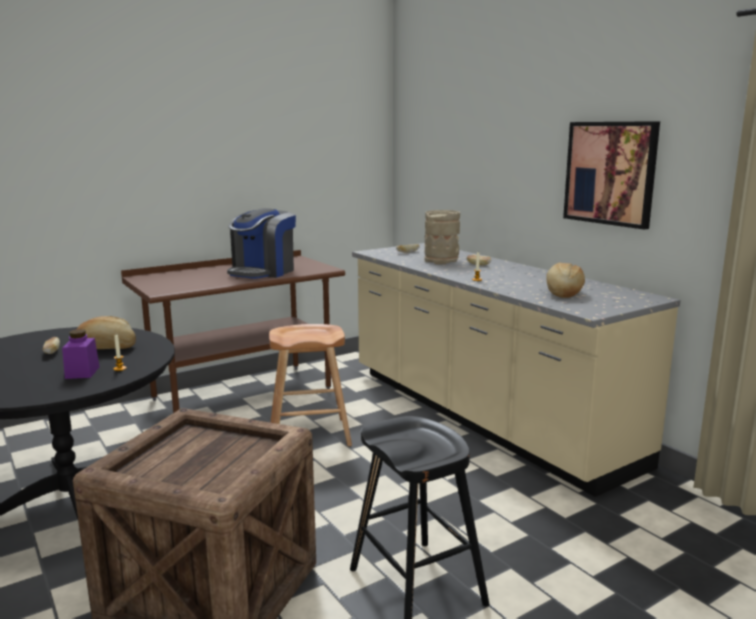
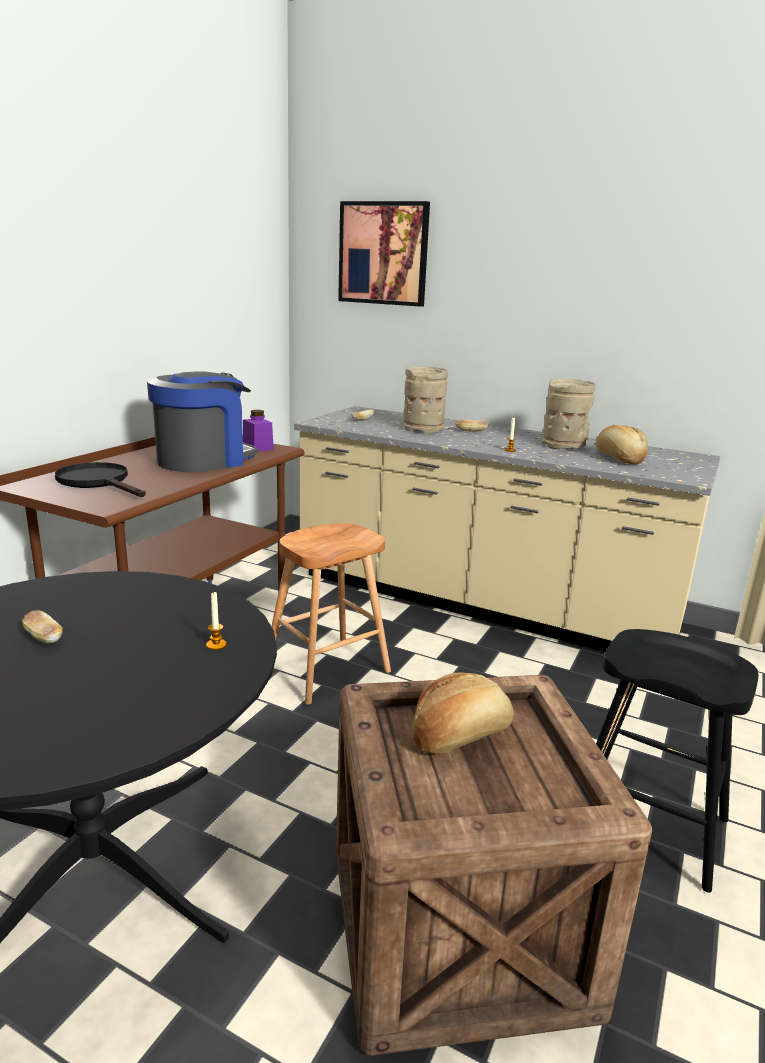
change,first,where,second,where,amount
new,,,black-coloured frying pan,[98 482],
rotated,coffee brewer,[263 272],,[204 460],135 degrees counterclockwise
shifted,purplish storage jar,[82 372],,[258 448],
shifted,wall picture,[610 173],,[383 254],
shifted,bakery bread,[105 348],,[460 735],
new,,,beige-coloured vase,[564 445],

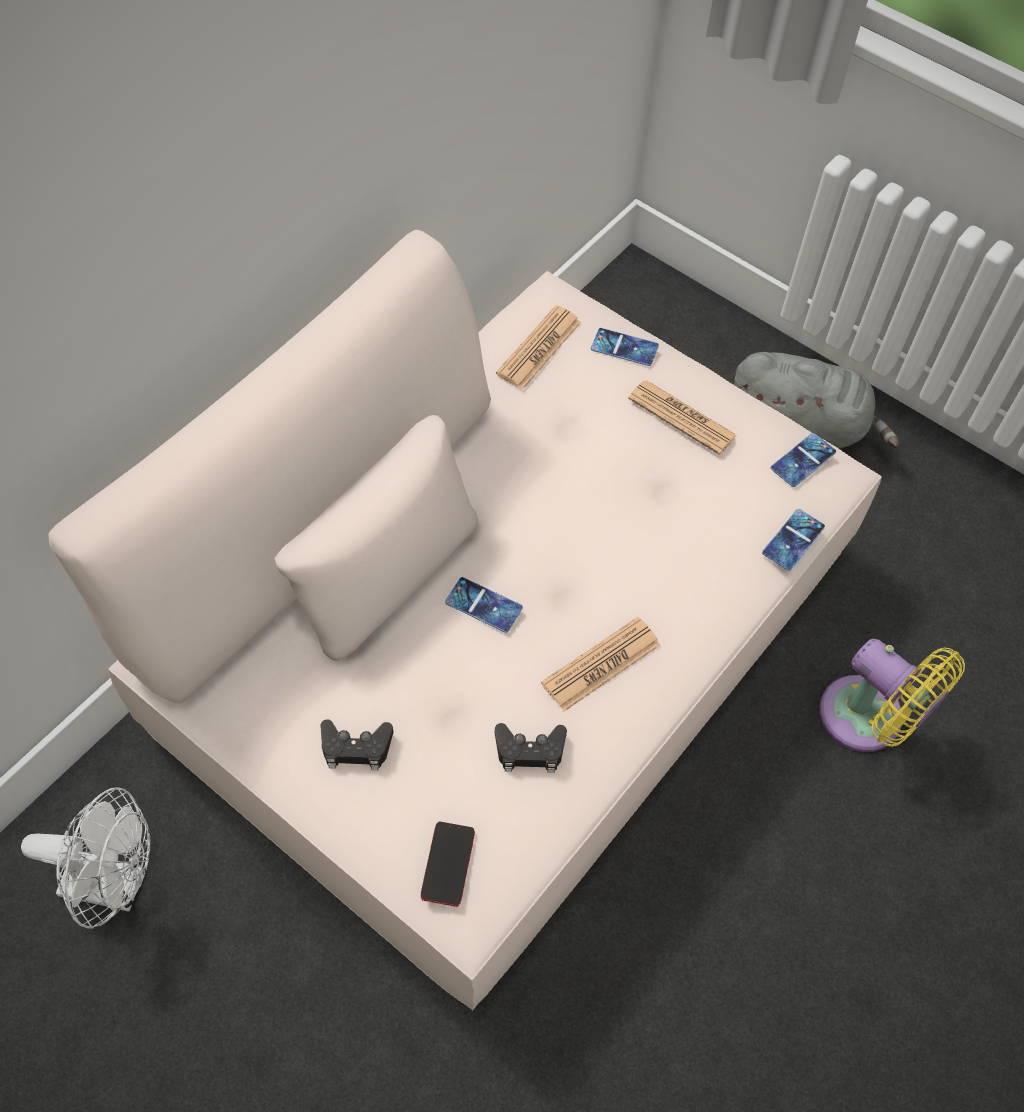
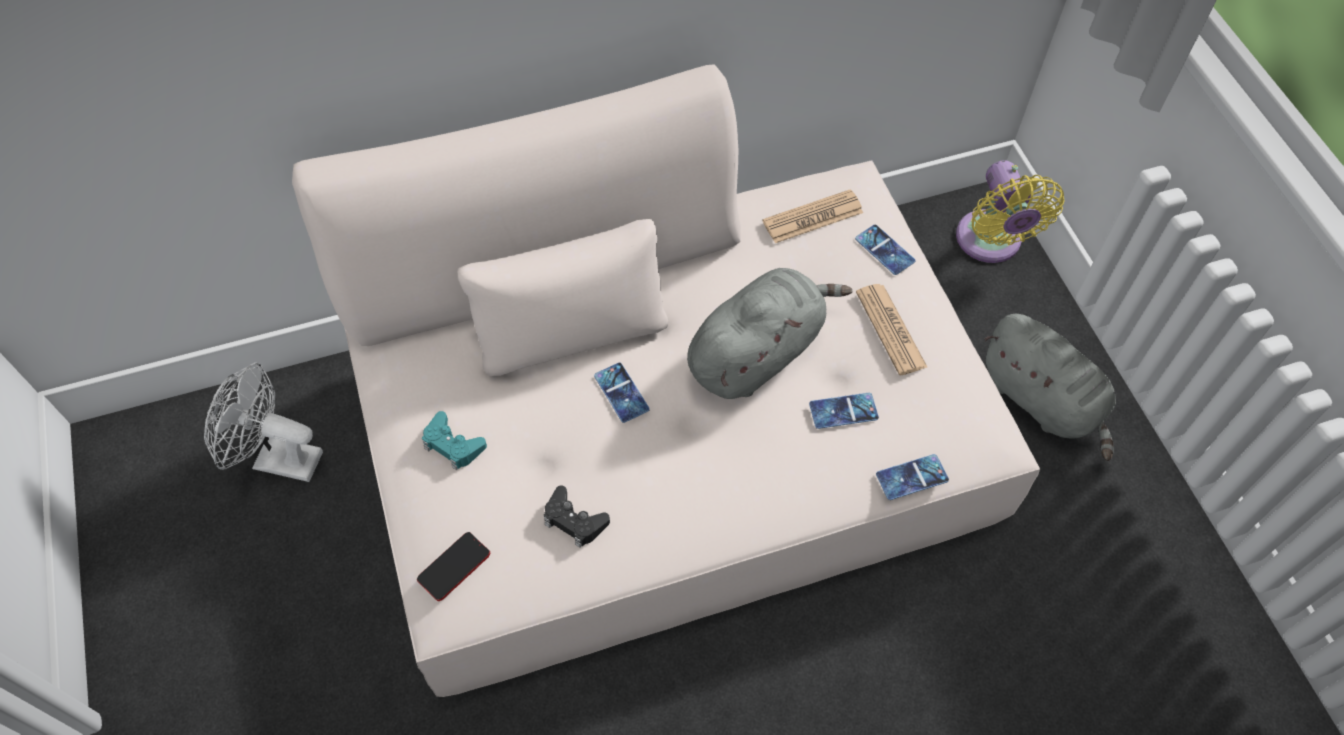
change,first,where,second,where,amount
rotated,white-coloured fan,[115 884],,[278 459],150 degrees clockwise
repainted,black-coloured gamepad,[356 748],turquoise-coloured gamepad,[453 445],
new,,,greyish plush toy,[758 352],
shifted,handset,[803 460],,[843 411],
shifted,yellow fan,[868 721],,[990 243],
gone,printed paper,[601 664],,,

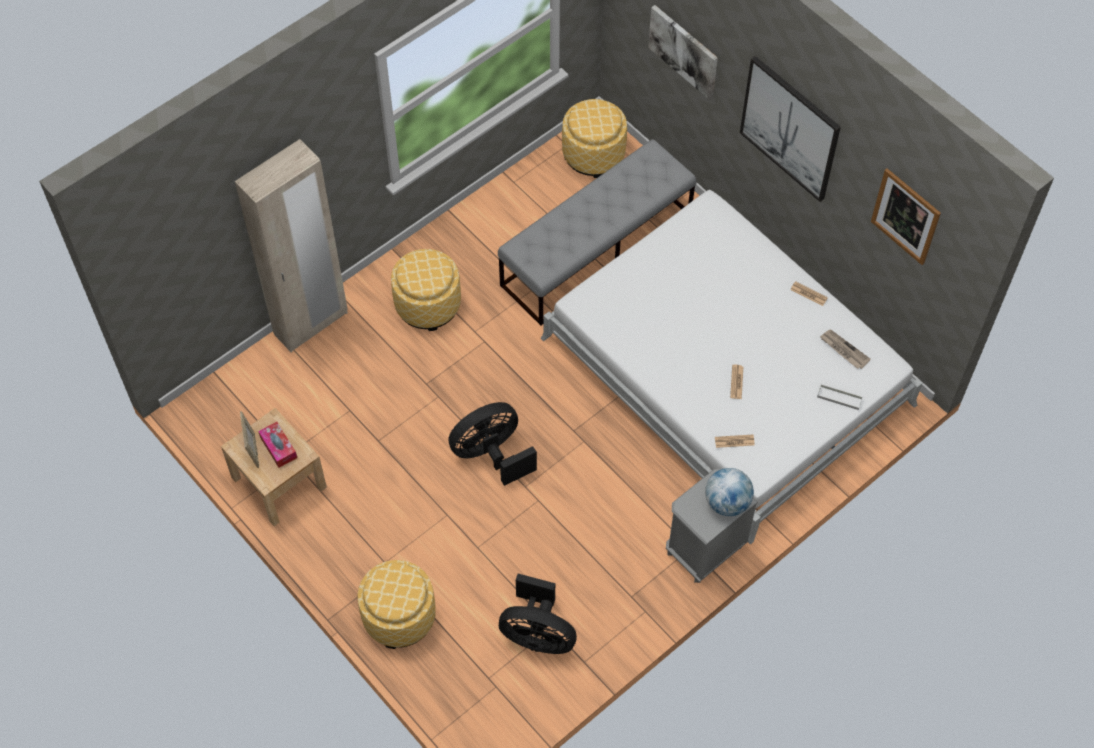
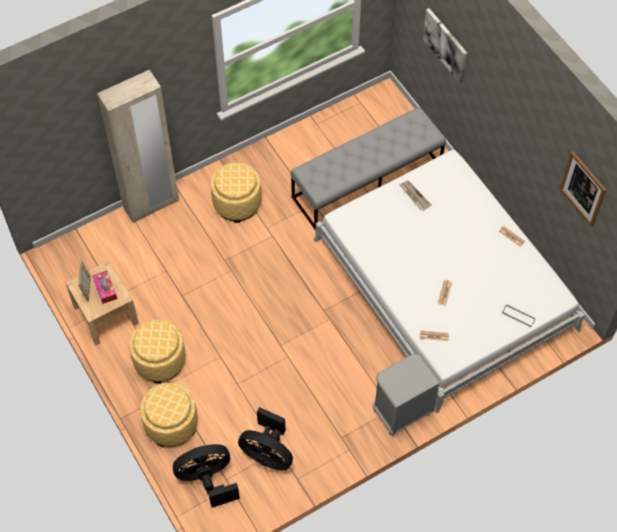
change,first,where,second,where,amount
shifted,ottoman,[593 154],,[160 361],
shifted,black-coloured fan,[491 454],,[208 479],
shifted,printed paper,[843 350],,[414 196],
gone,globe,[727 502],,,
gone,wall picture,[790 128],,,

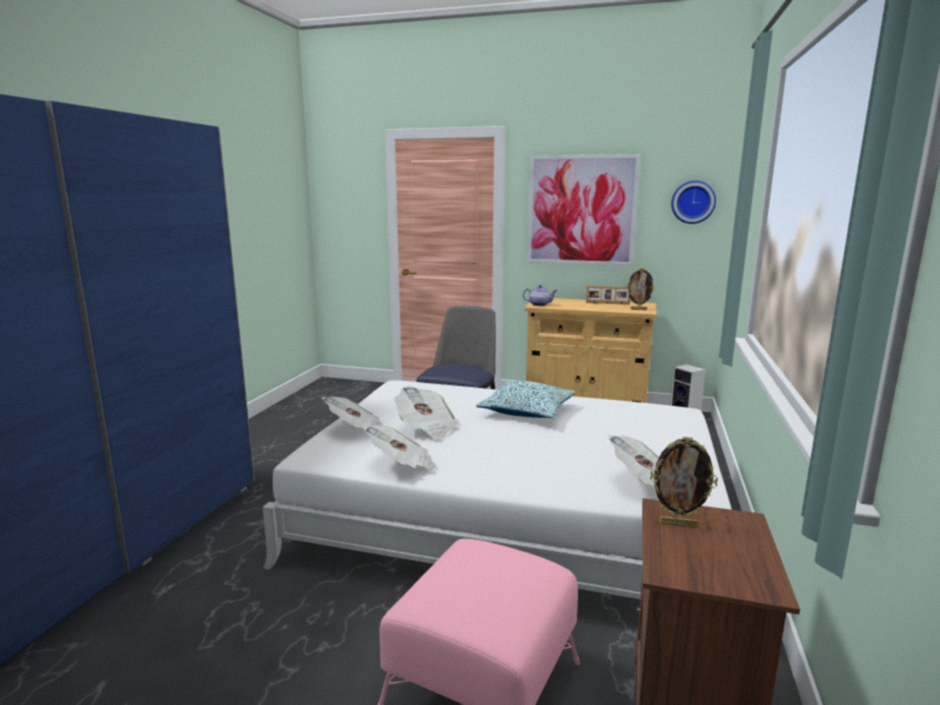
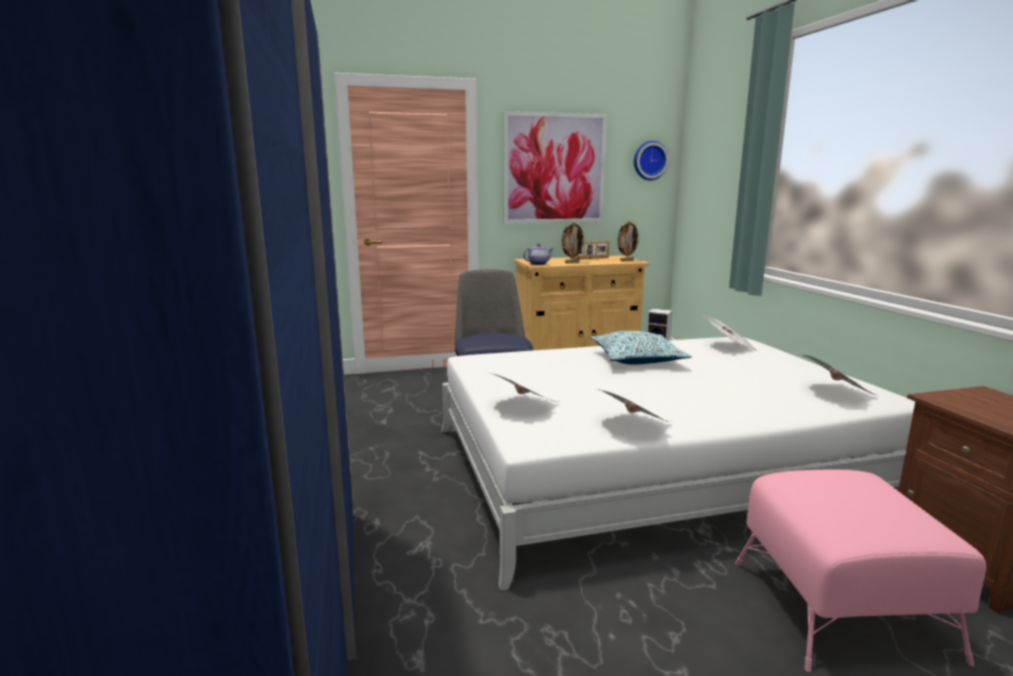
change,first,where,second,where,amount
shifted,standing frame,[678 524],,[572 262],
shifted,printed paper,[426 428],,[729 347],

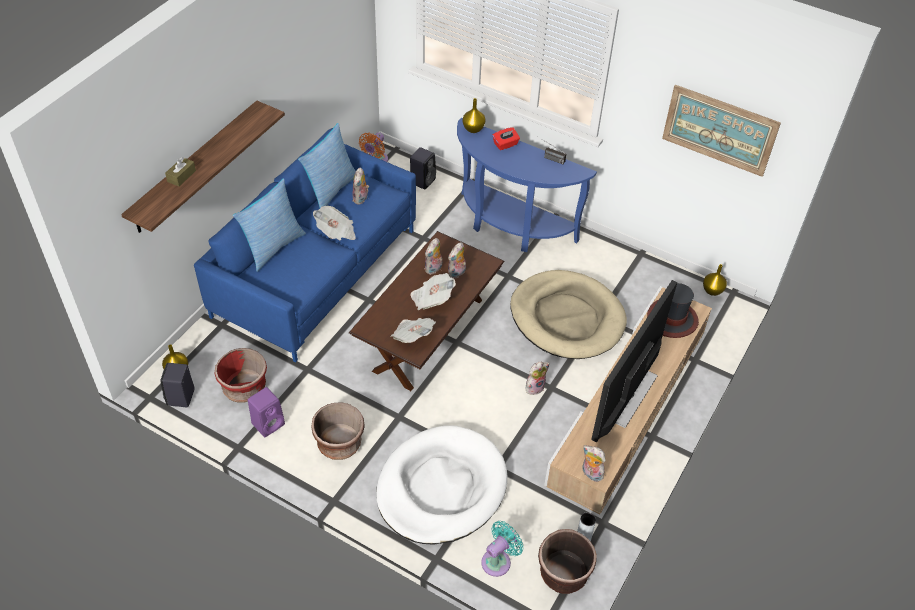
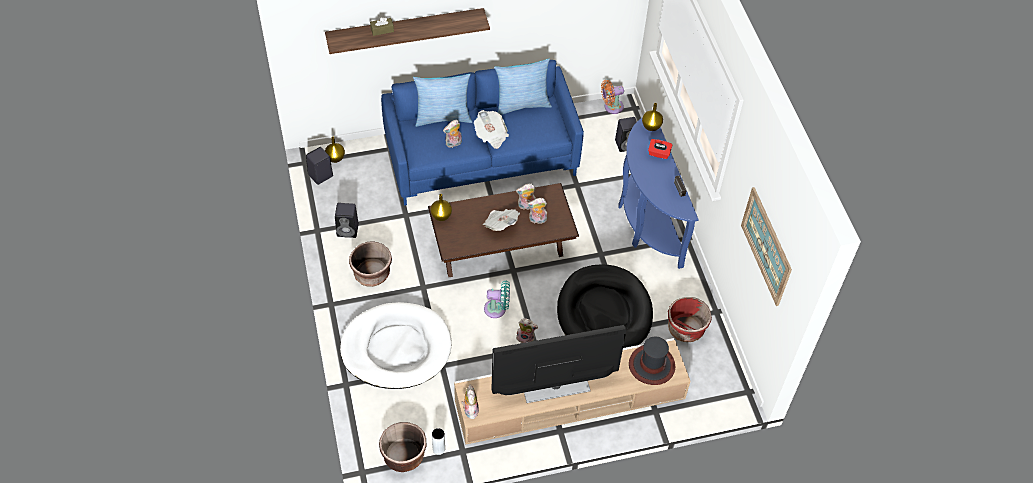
change,first,where,second,where,amount
repainted,purplish speaker,[269 423],black-coloured speaker,[348 230],
shifted,yellow vase,[712 290],,[441 216],
shifted,plush toy,[361 199],,[453 144],
shifted,turquoise-coloured fan,[498 560],,[497 309],
repainted,beige-coloured dog bed,[567 318],black-coloured dog bed,[604 312],
shifted,red planter,[244 388],,[685 329],
gone,printed paper,[412 336],,,

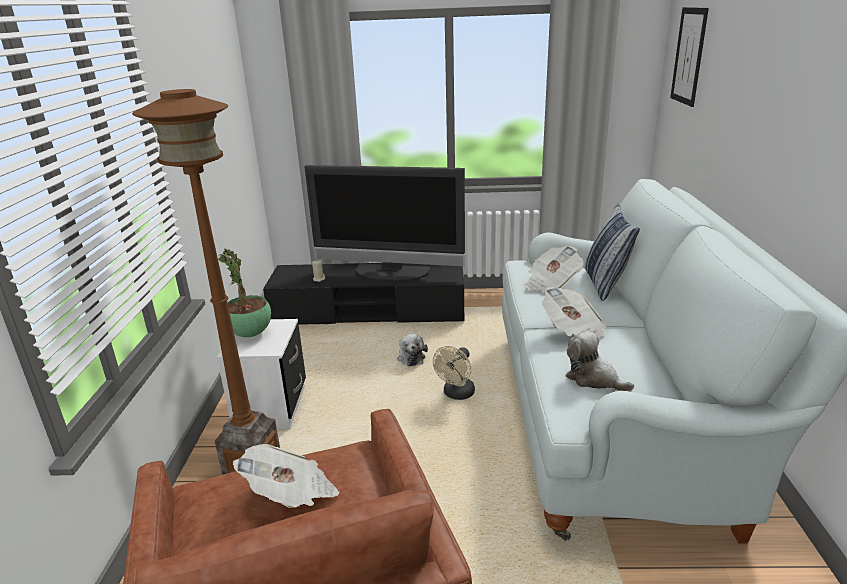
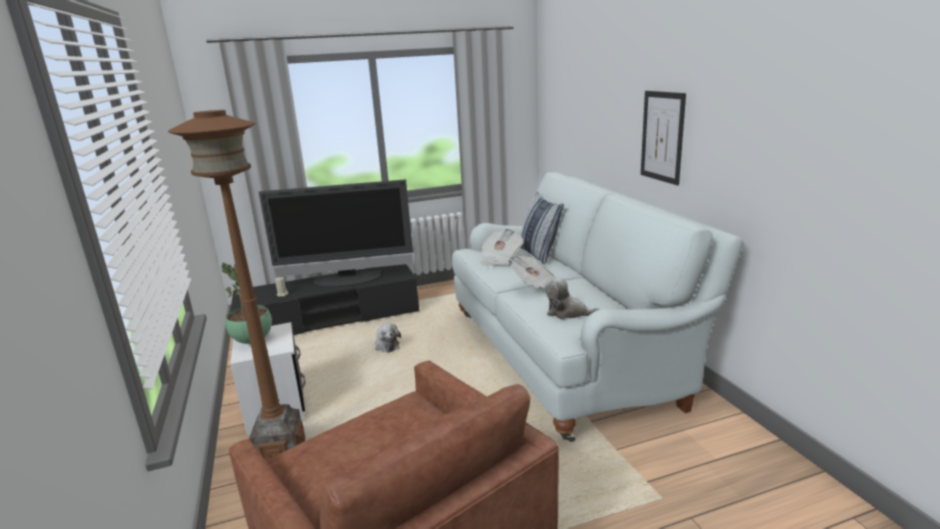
change,first,where,second,where,amount
shifted,wall picture,[689 56],,[662 136],
gone,printed paper,[291 495],,,
gone,beige-coloured fan,[456 394],,,

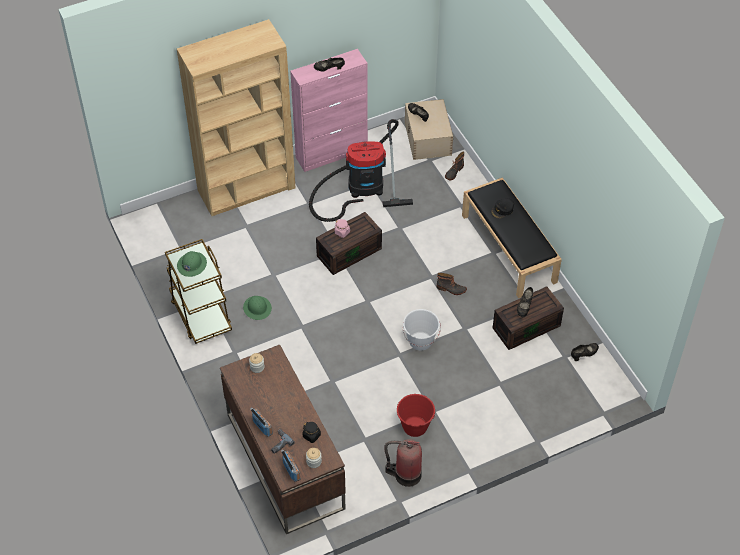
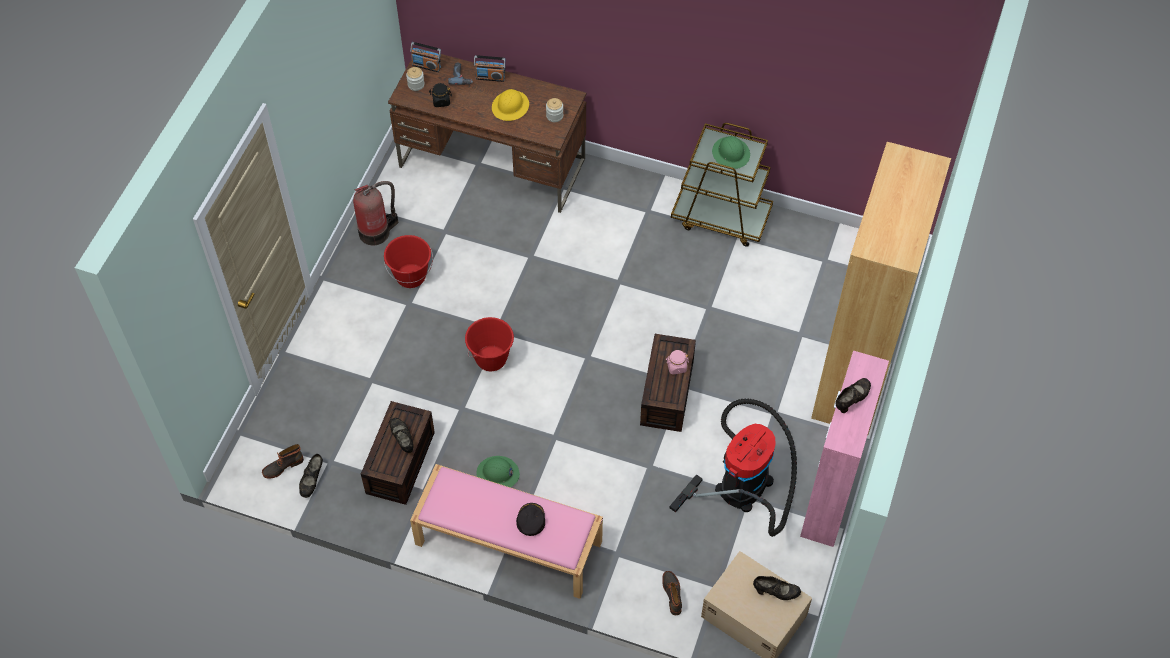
change,first,where,second,where,amount
shifted,tall boot,[451 289],,[282 466],
repainted,black-coloured bench,[509 249],pink-coloured bench,[507 543],
repainted,white-coloured bucket,[420 341],red bucket,[491 359],
shifted,greenish safety helmet,[257 308],,[498 474],
new,,,yellow safety helmet,[510 106],

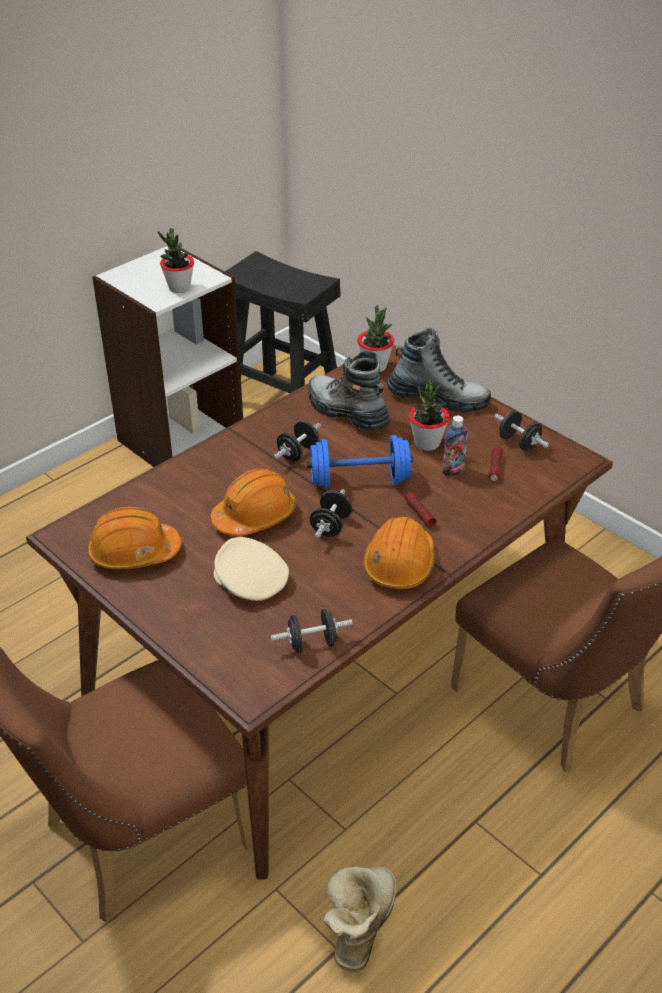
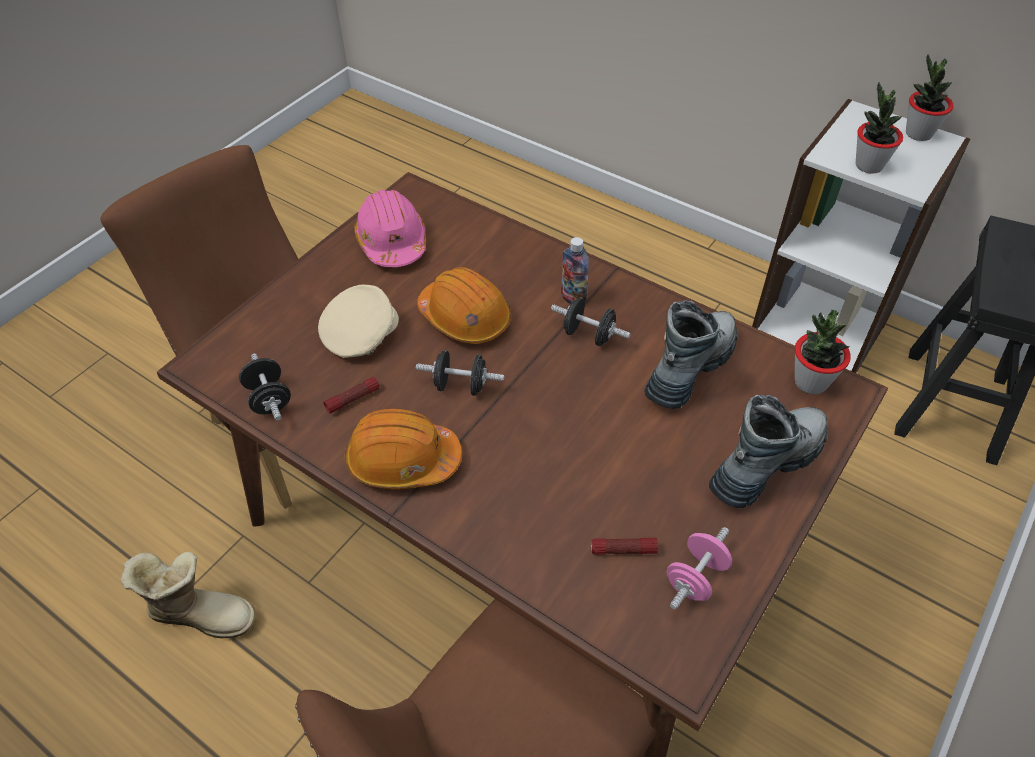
change,first,where,second,where,amount
shifted,flashlight,[419 514],,[353 399],
repainted,orange-coloured safety helmet,[133 553],pink-coloured safety helmet,[392 242],
shifted,bottle,[453 470],,[573 298],
repainted,black-coloured free weight,[518 443],pink-coloured free weight,[695 578],
rotated,tall boot,[438 398],,[767 463],135 degrees counterclockwise
shifted,potted plant,[427 443],,[918 133],
gone,bluish free weight,[359 480],,,

